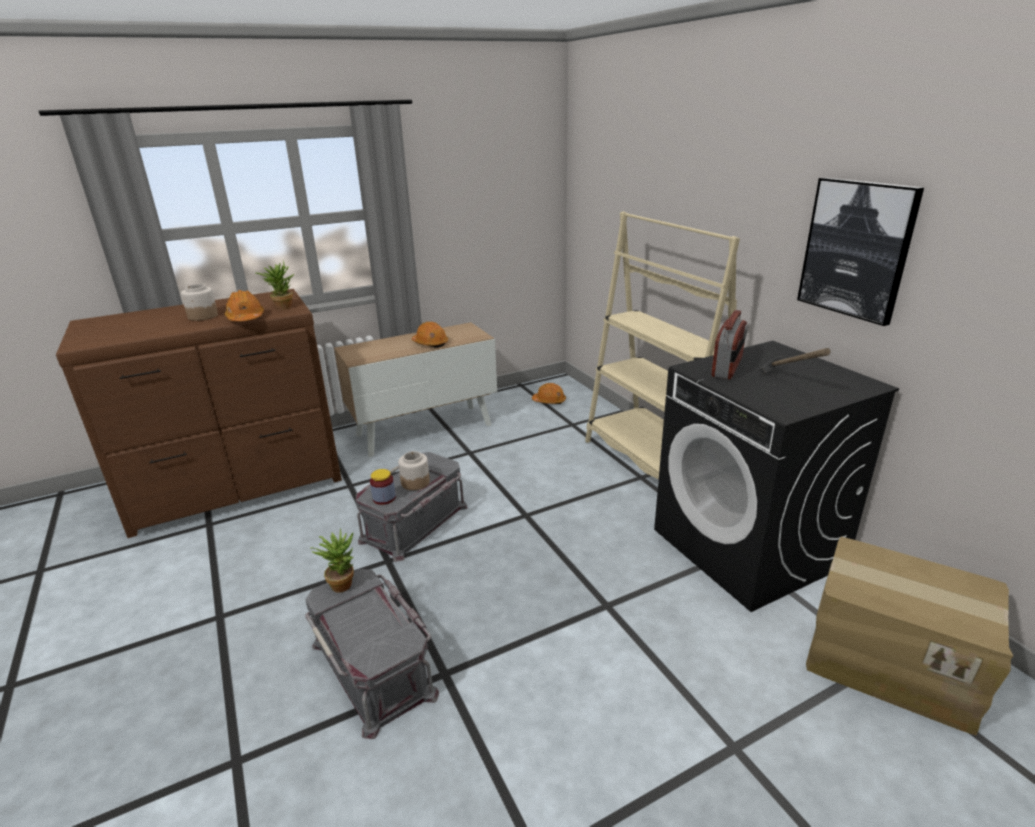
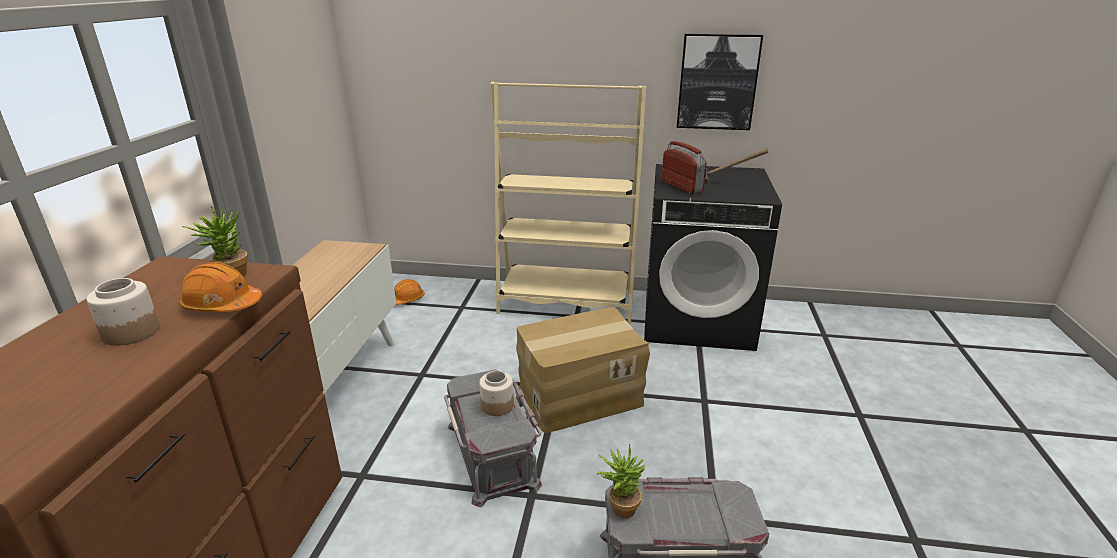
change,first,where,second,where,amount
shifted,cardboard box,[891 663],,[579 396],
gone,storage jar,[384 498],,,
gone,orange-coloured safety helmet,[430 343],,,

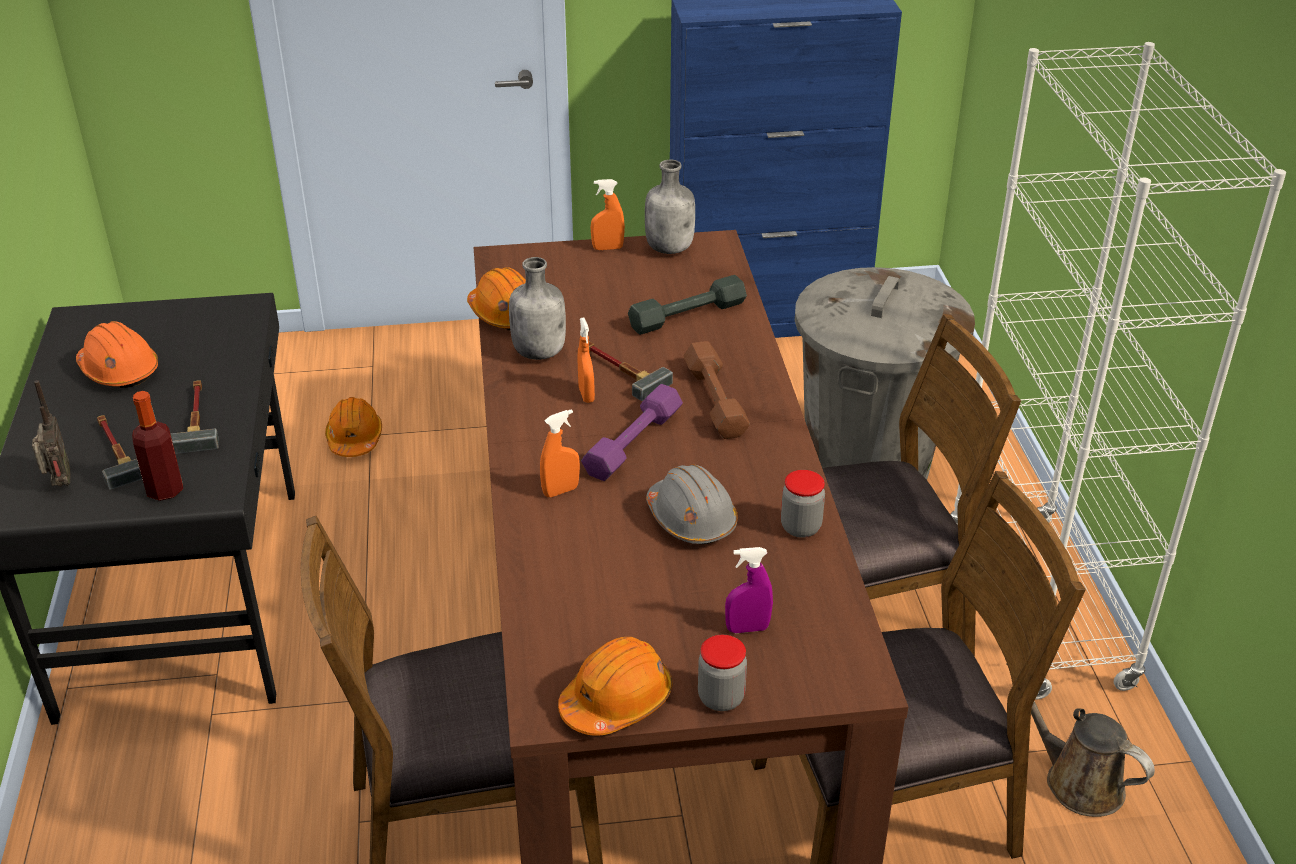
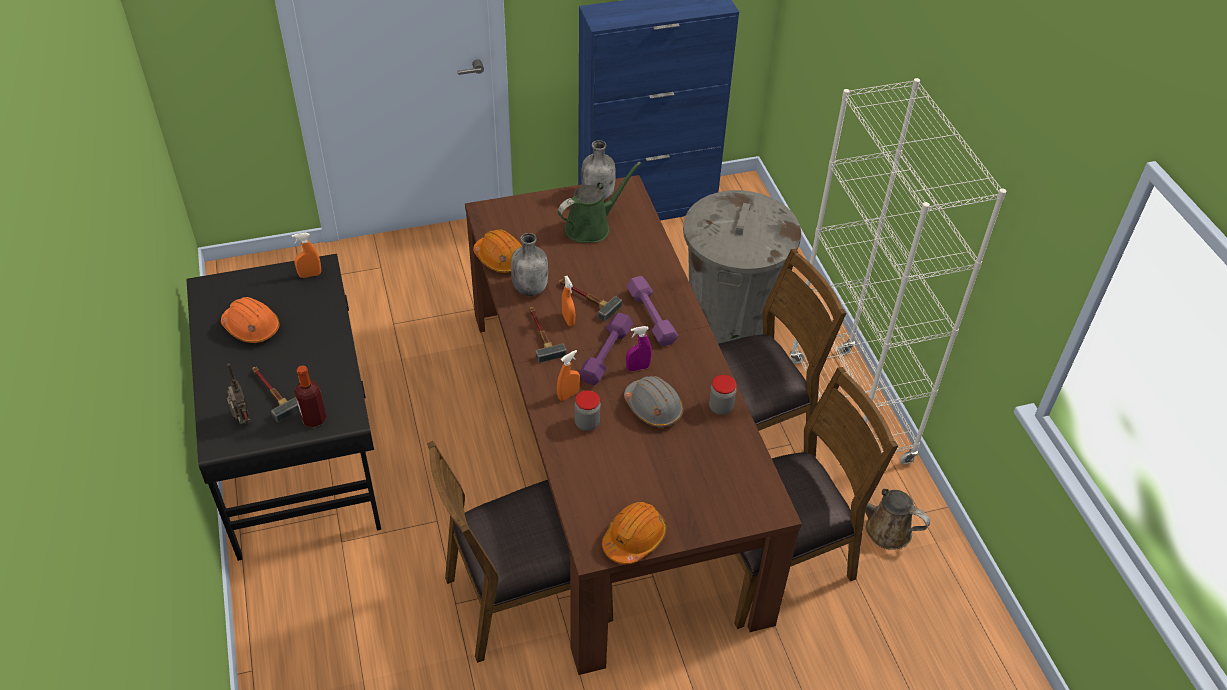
change,first,where,second,where,amount
shifted,orange-coloured sprayer,[607 248],,[310 275],
shifted,tool hammer,[197 418],,[541 335],
new,,,greenish watering pot,[591 227],
shifted,storage jar,[721 698],,[587 423],
shifted,purplish sprayer,[747 628],,[638 368],
repainted,brownish free weight,[716 400],purplish free weight,[651 317],
gone,orange-coloured safety helmet,[354 439],,,
gone,greyish free weight,[687 315],,,

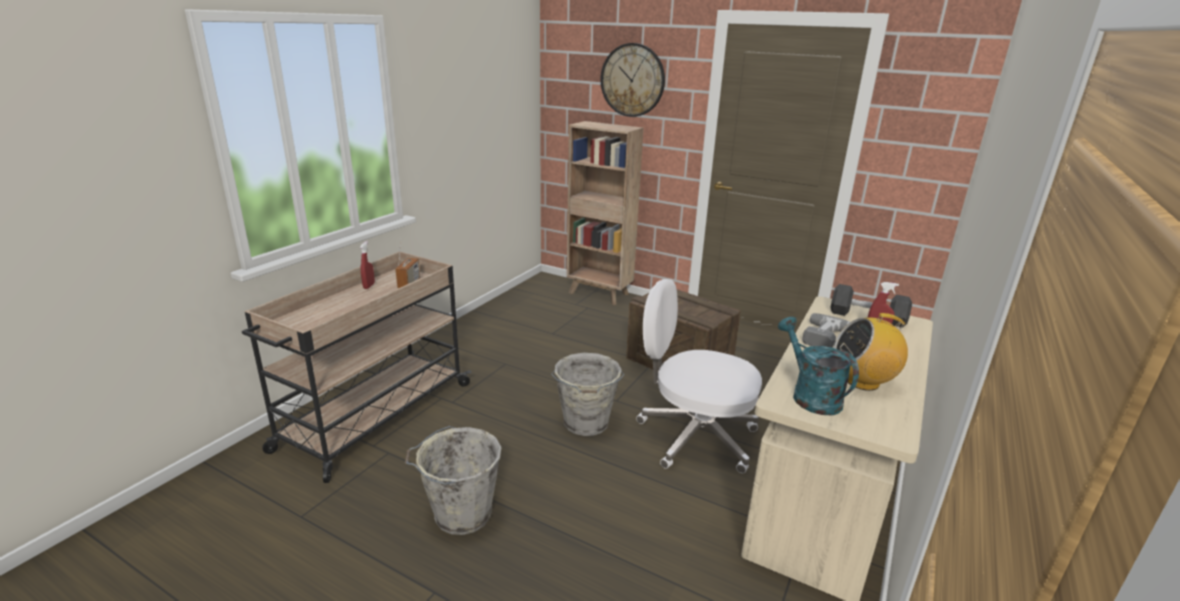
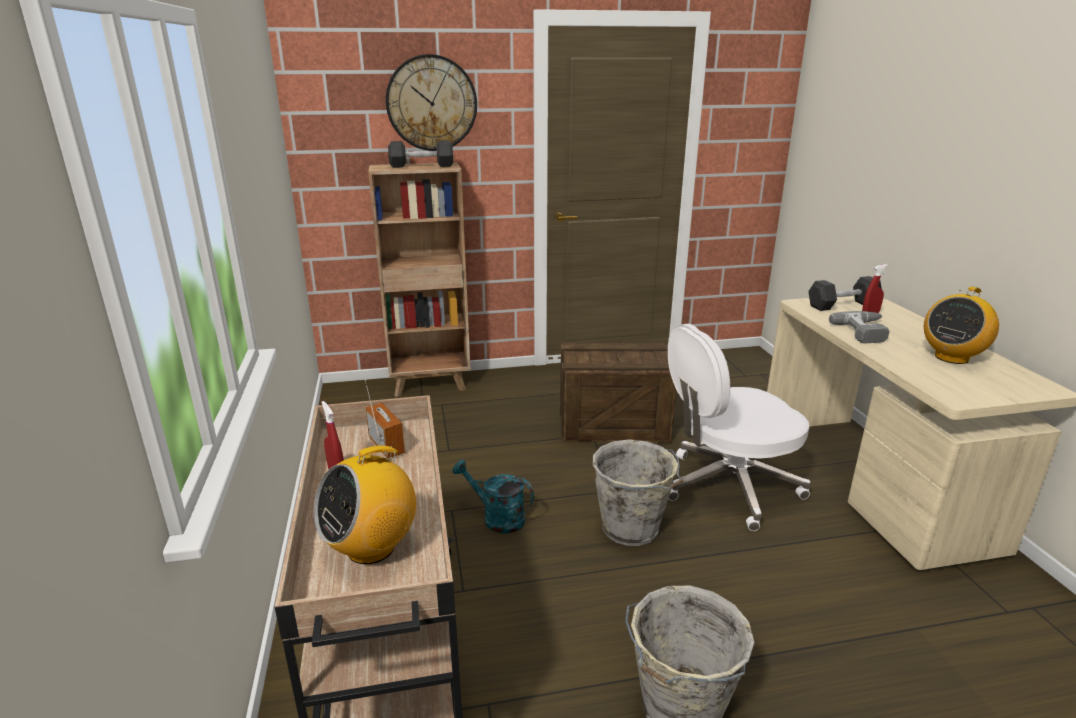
change,first,where,second,where,amount
new,,,radio set,[371 548],
new,,,black-coloured free weight,[422 166],
shifted,turquoise-coloured watering pot,[810 395],,[497 518],

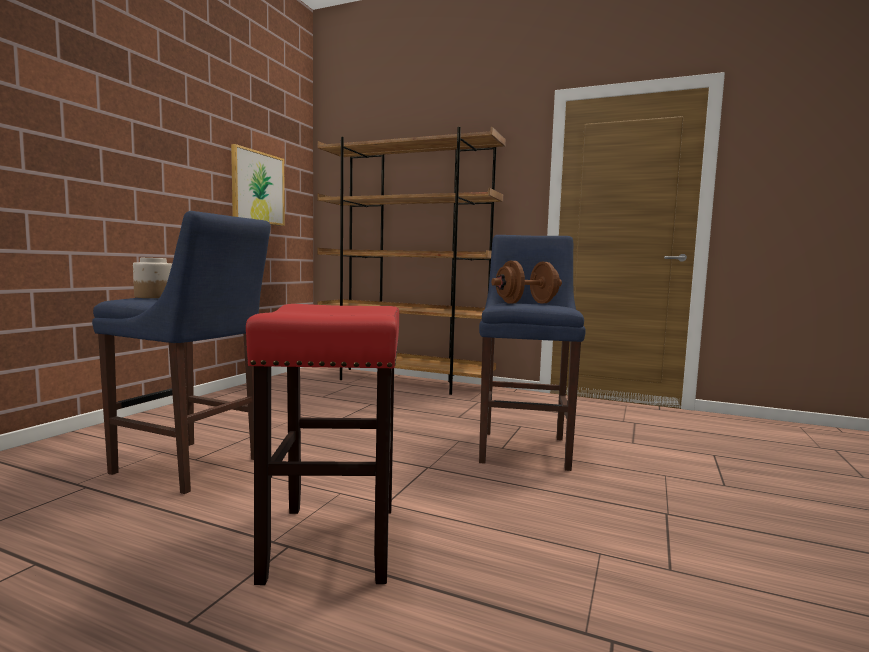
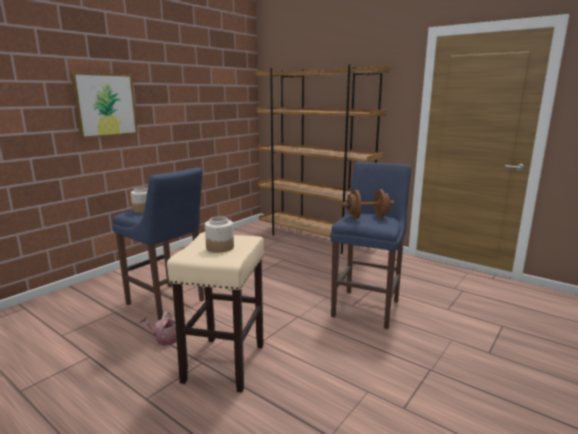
change,first,where,second,where,amount
shifted,wall picture,[258 187],,[105 105],
new,,,watering pot,[164 339],
repainted,red stool seat,[332 541],beige-coloured stool seat,[224 362],
new,,,storage jar,[220 247],

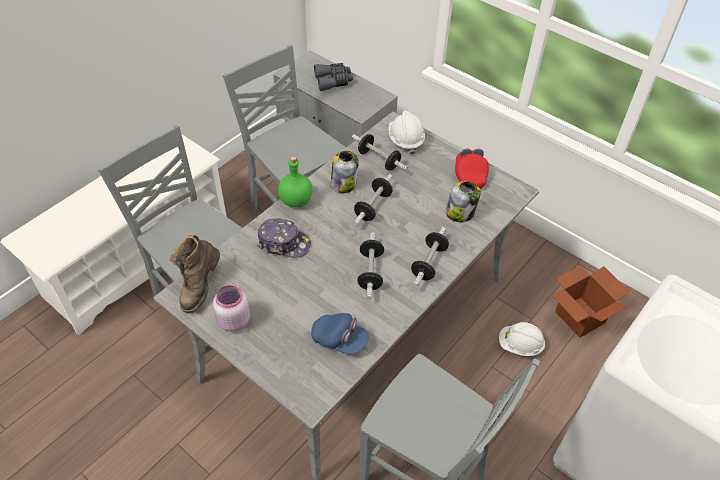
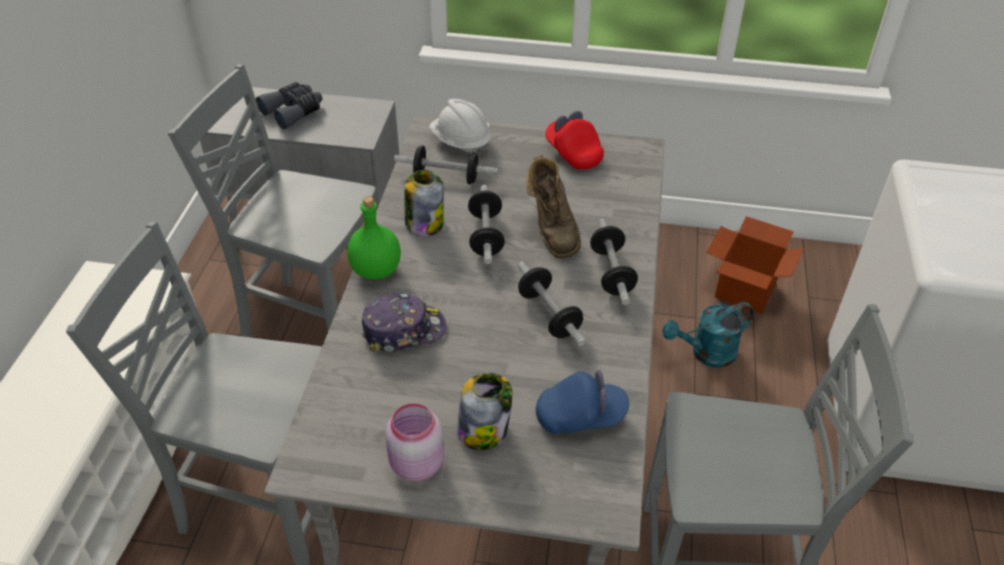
change,first,where,second,where,amount
shifted,storage jar,[460 213],,[483 430],
shifted,brownish tall boot,[200 287],,[552 231],
swapped,white-coloured safety helmet,[520 346],turquoise-coloured watering pot,[706 354],

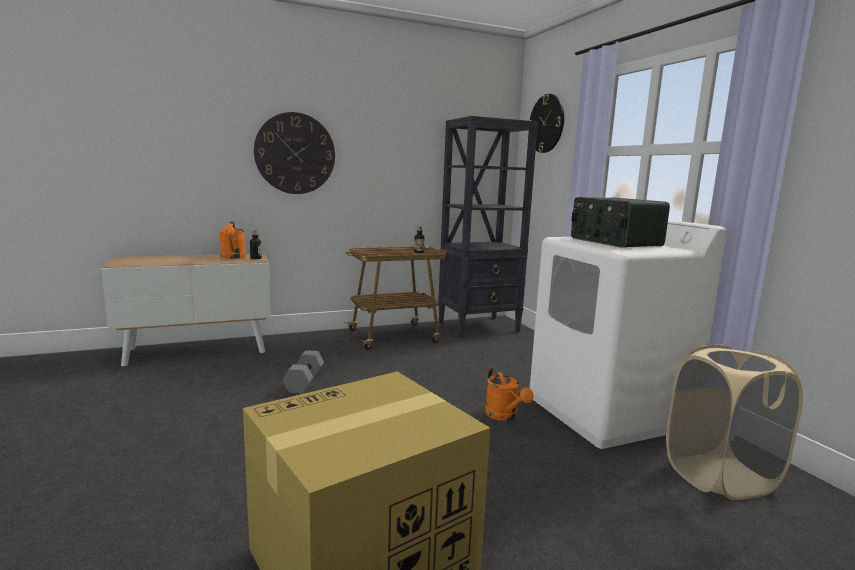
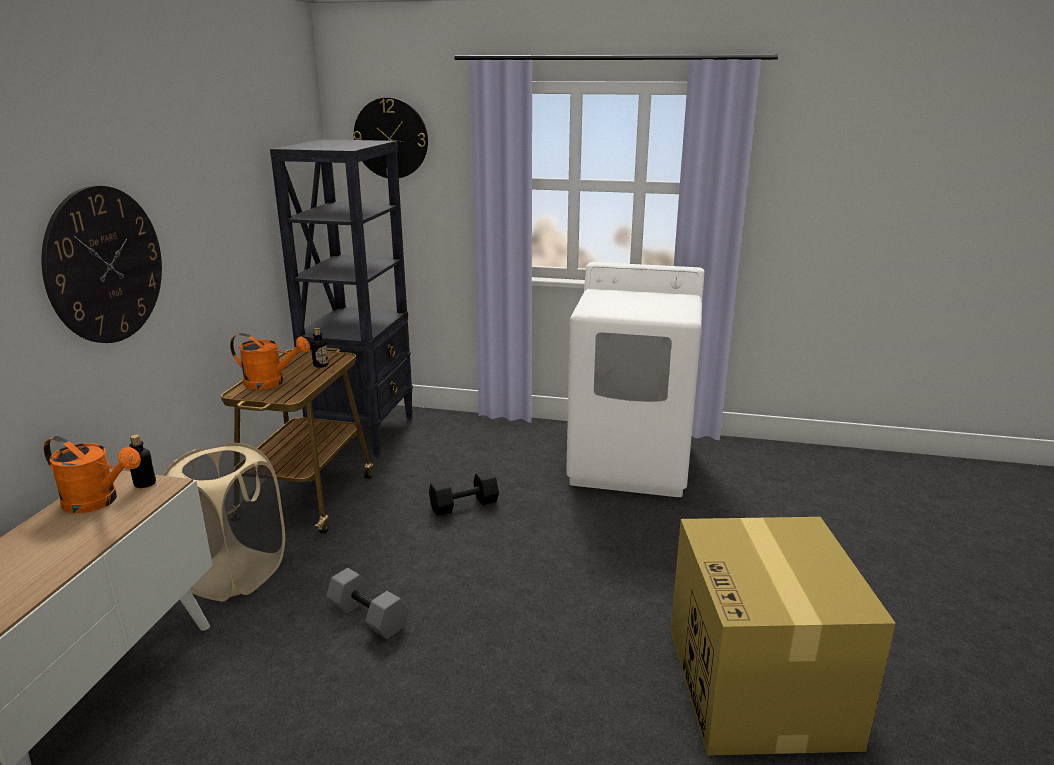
change,first,where,second,where,amount
shifted,beige-coloured hamper,[719 477],,[234 575],
shifted,orange-coloured watering pot,[504 416],,[271 383],
new,,,black-coloured free weight,[464 504],
gone,radio set,[614 242],,,

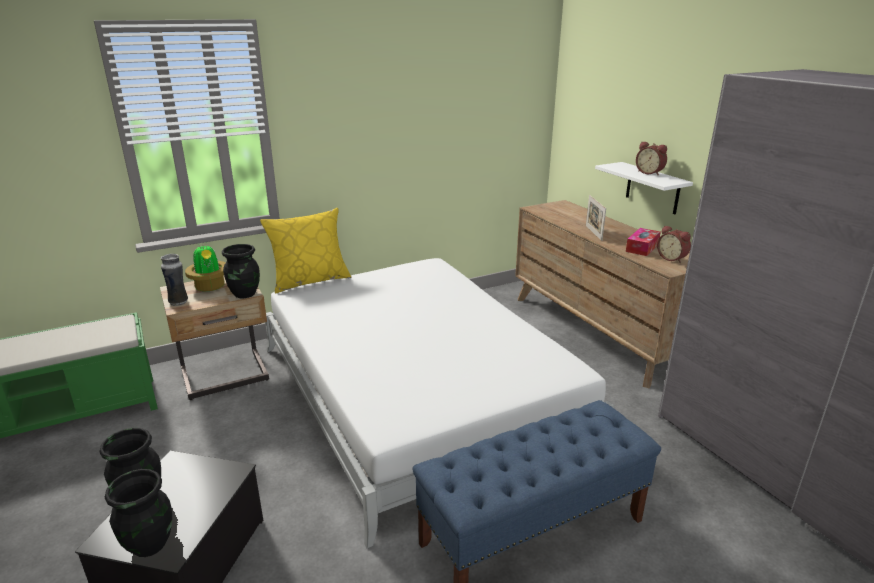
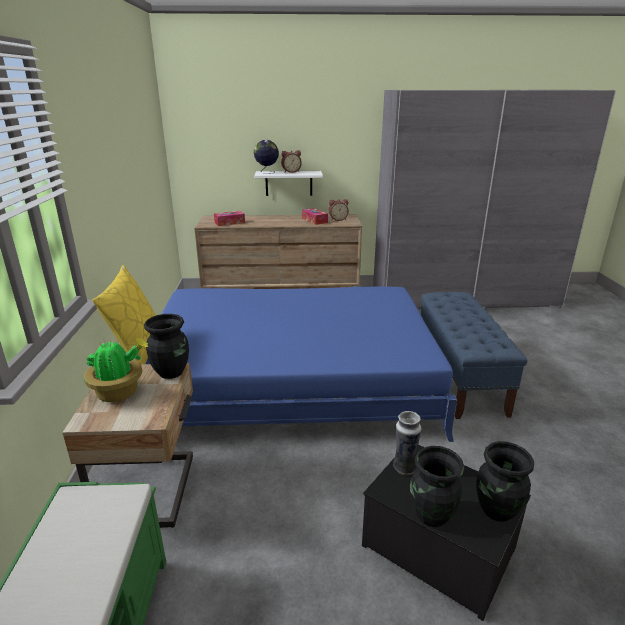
change,first,where,second,where,amount
repainted,white-coloured sleeping bed,[416 394],bluish sleeping bed,[292 380],
new,,,box of tissues,[229 222],
new,,,globe,[267 172],
shifted,vase,[179 302],,[404 468],
gone,standing frame,[593 233],,,

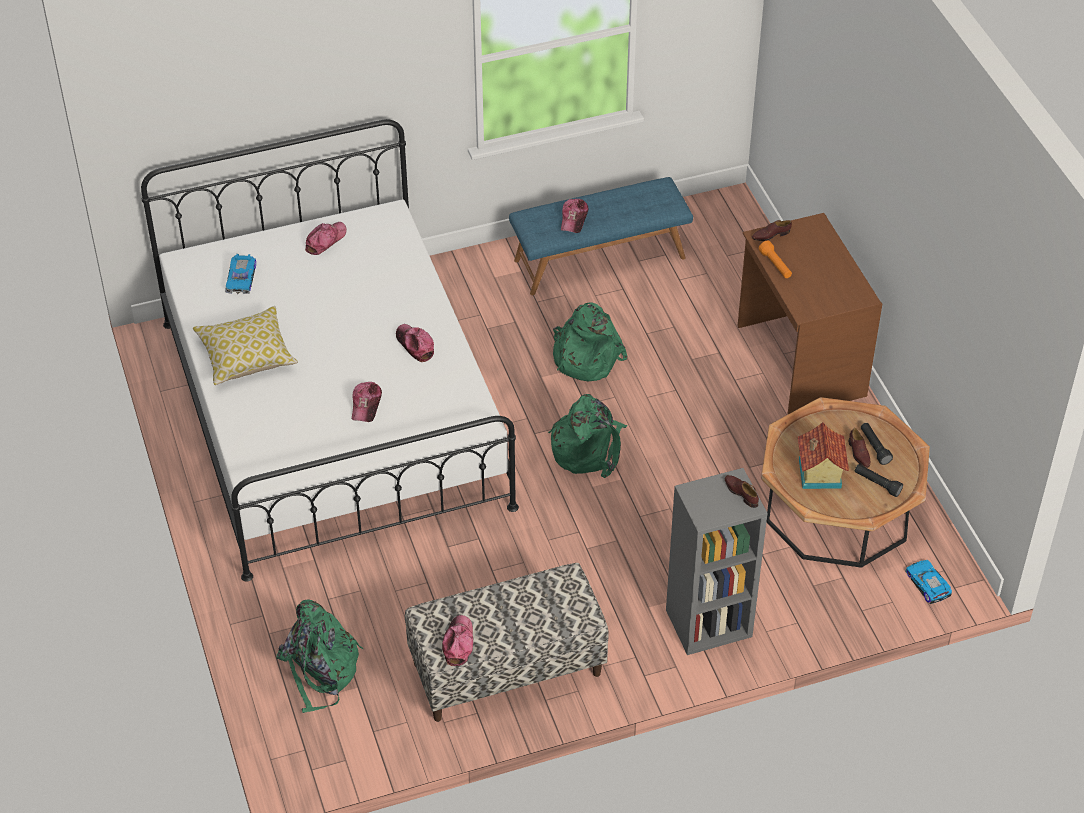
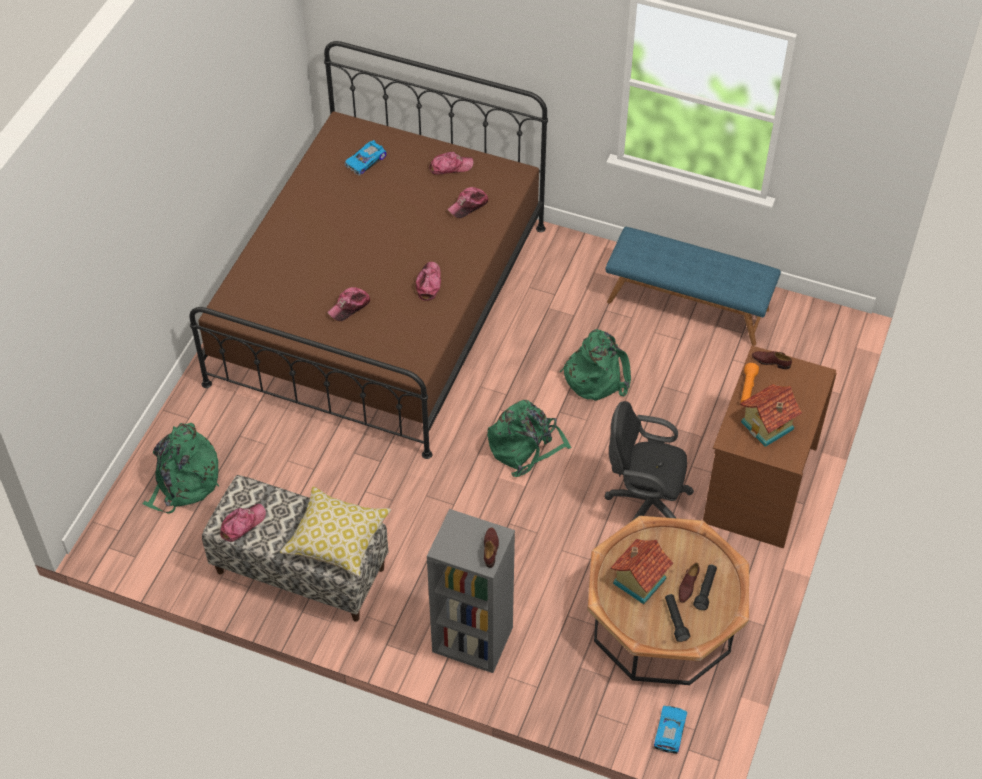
change,first,where,second,where,amount
repainted,white-coloured sleeping bed,[333 412],brownish sleeping bed,[379 303],
shifted,throw pillow,[247 356],,[337 539],
shifted,cap,[574 219],,[468 205],
new,,,black-coloured desk chair,[644 505],
new,,,model house,[768 426],

